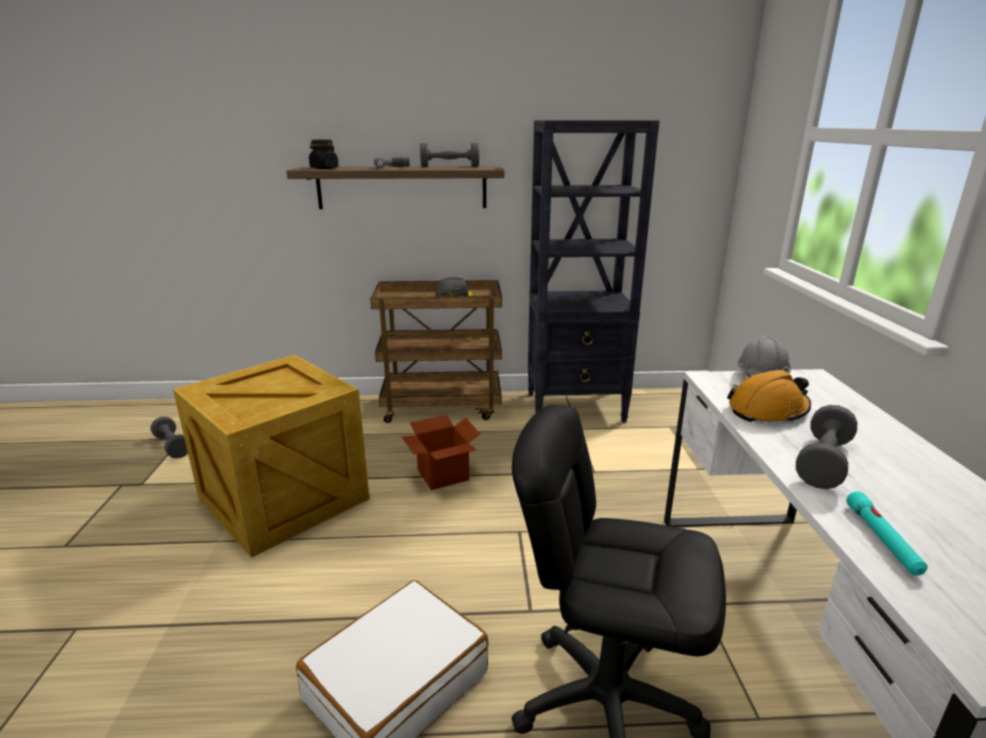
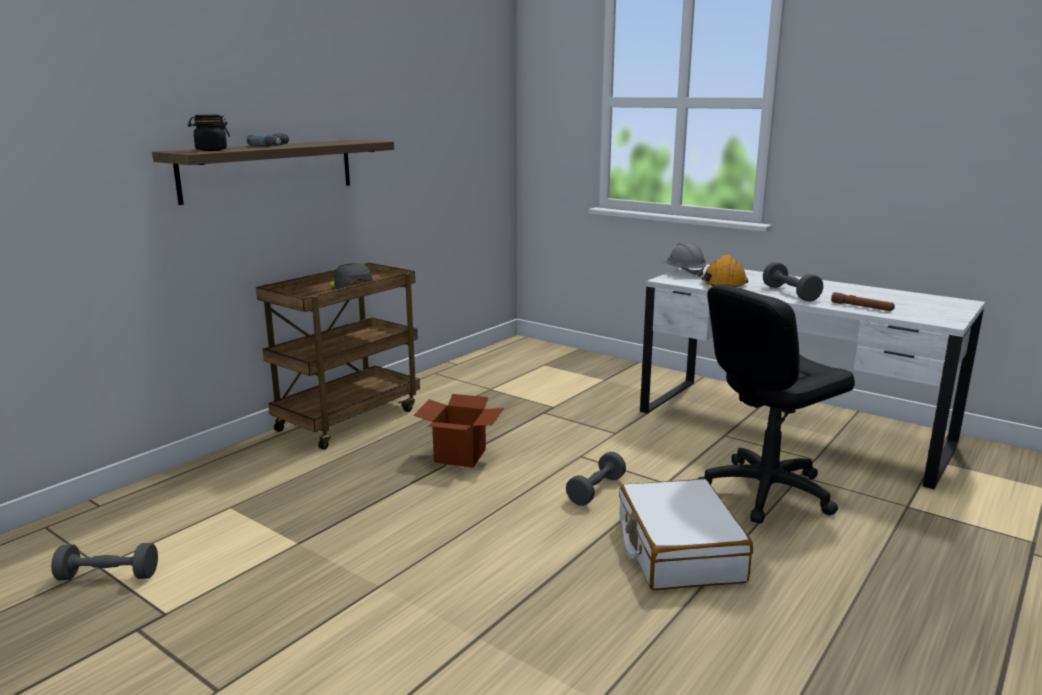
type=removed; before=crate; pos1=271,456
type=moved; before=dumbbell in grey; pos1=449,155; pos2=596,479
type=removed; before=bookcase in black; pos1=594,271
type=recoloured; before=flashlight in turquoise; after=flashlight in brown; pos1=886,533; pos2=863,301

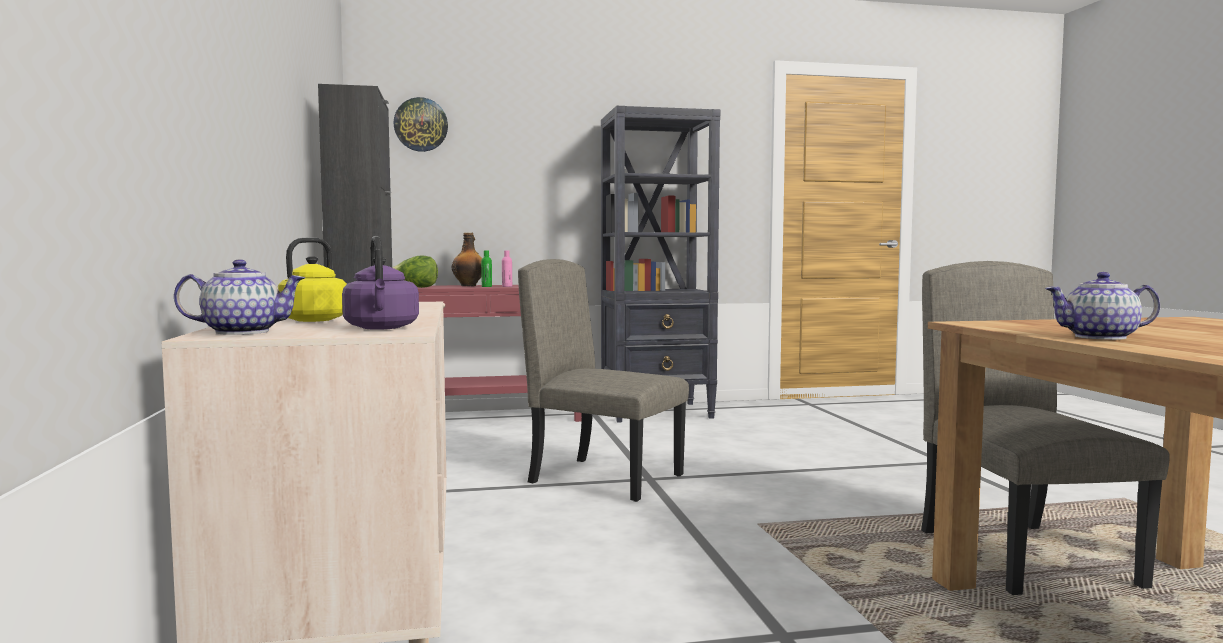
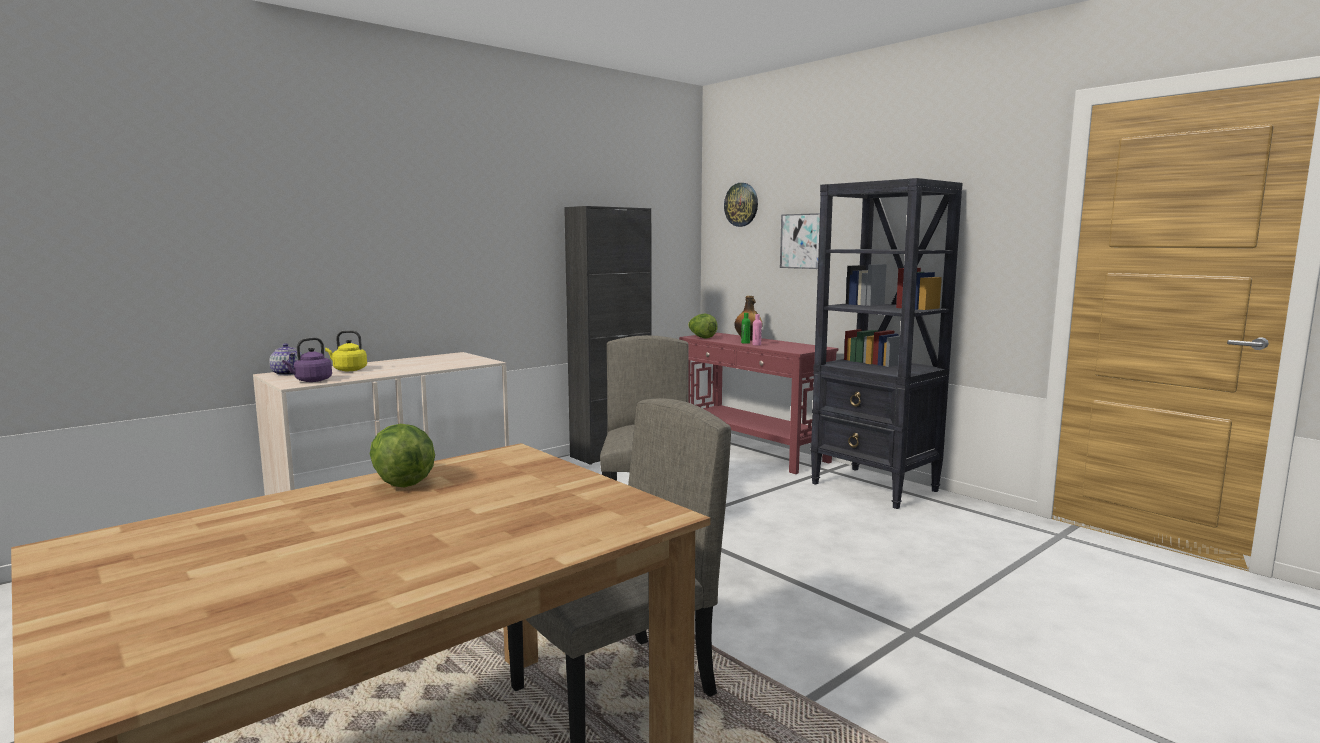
type=replaced; before=teapot; after=lettuce; pos1=1102,306; pos2=402,456
type=added; after=picture; pos2=800,241

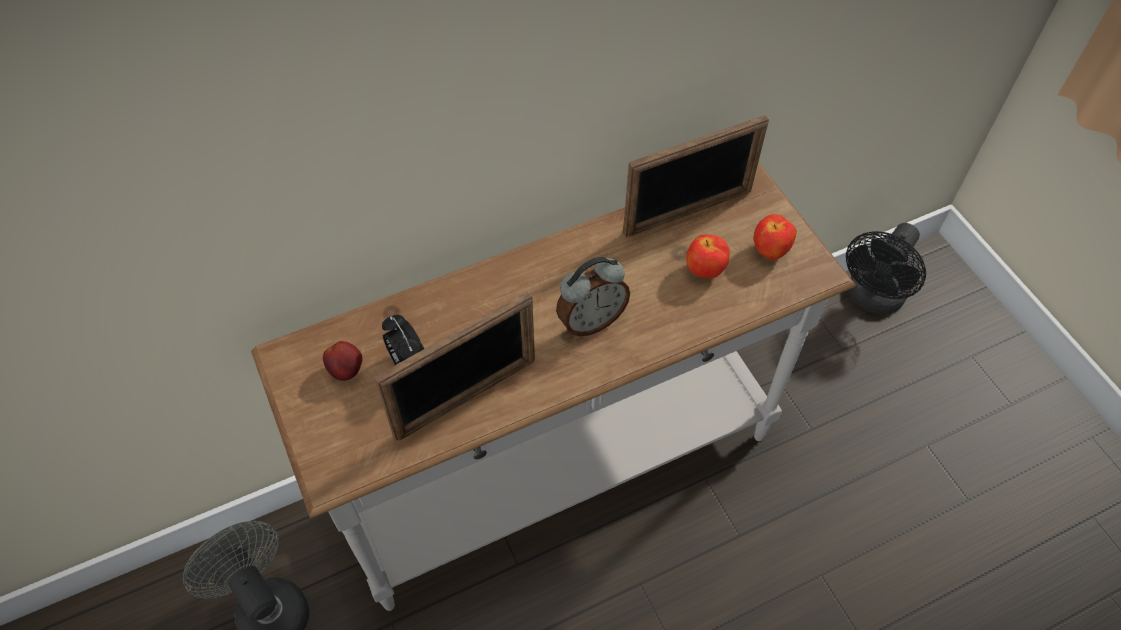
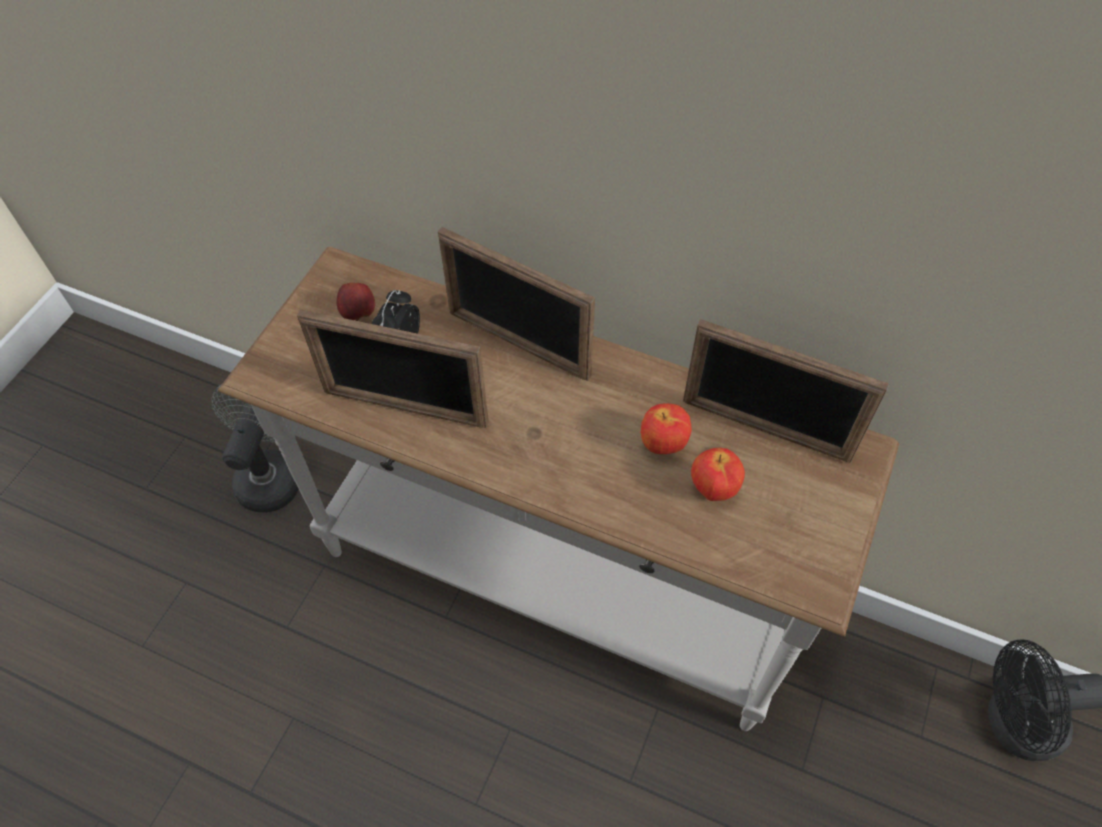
type=removed; before=alarm clock; pos1=593,296
type=moved; before=apple; pos1=775,237; pos2=666,428
type=added; after=picture frame; pos2=516,304

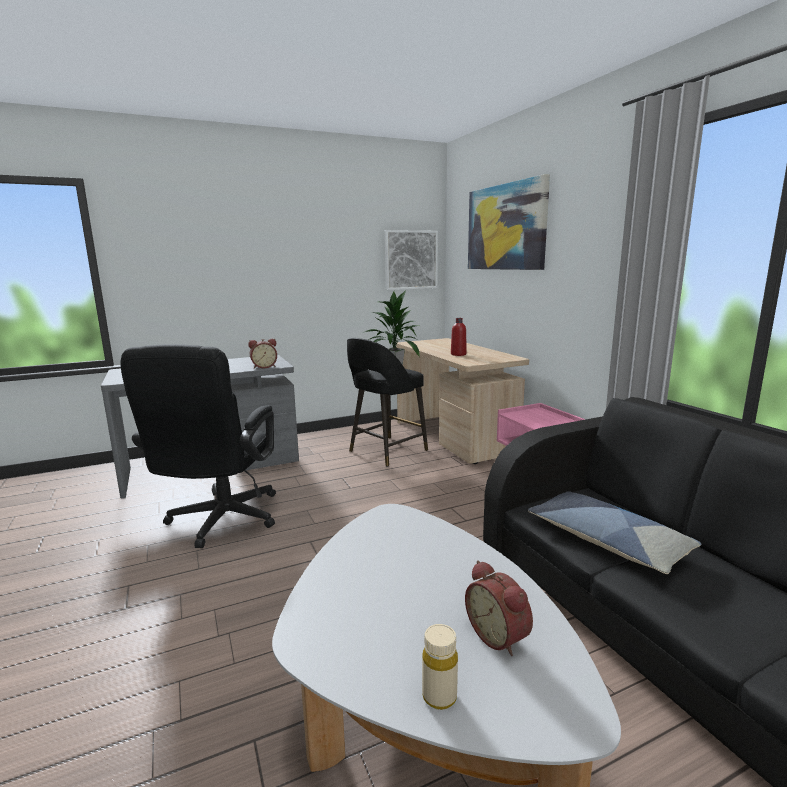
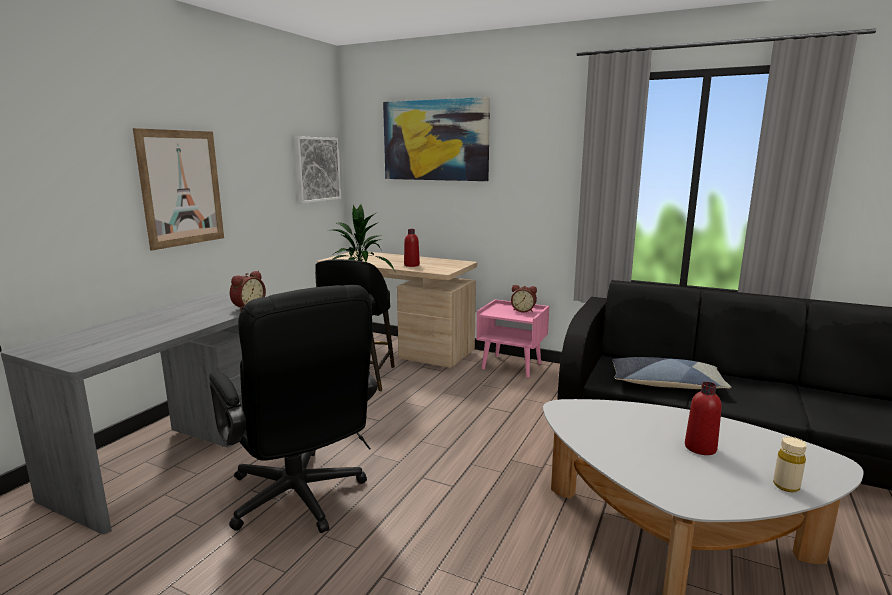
type=moved; before=alarm clock; pos1=499,608; pos2=524,299
type=added; after=picture; pos2=178,189
type=added; after=bottle in red; pos2=703,418

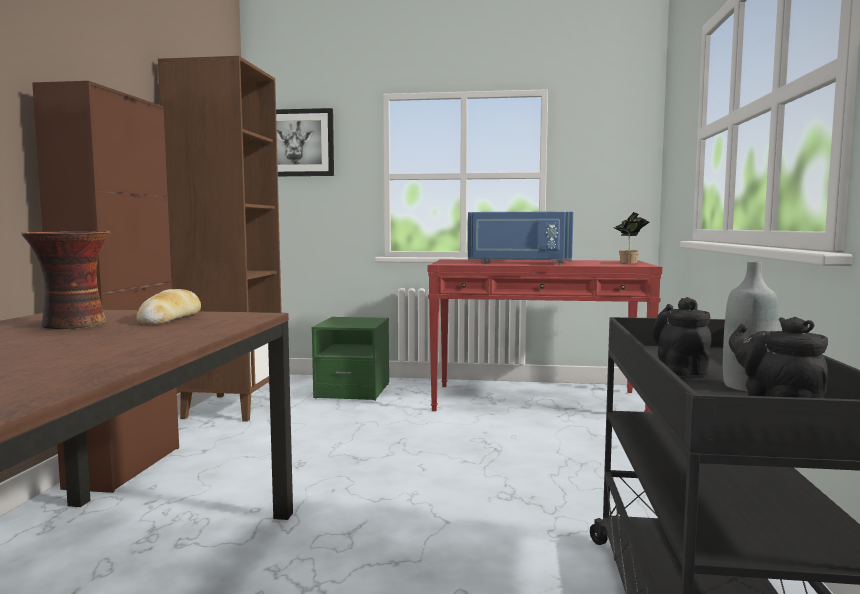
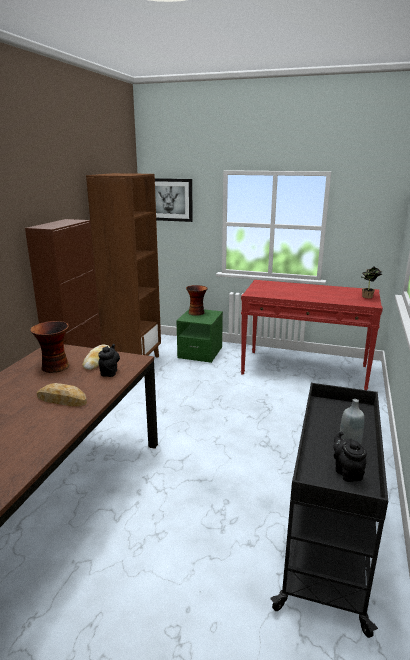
type=removed; before=microwave in blue; pos1=520,238
type=moved; before=teapot in black; pos1=682,336; pos2=109,360
type=added; after=bread; pos2=62,394
type=added; after=vase; pos2=197,300

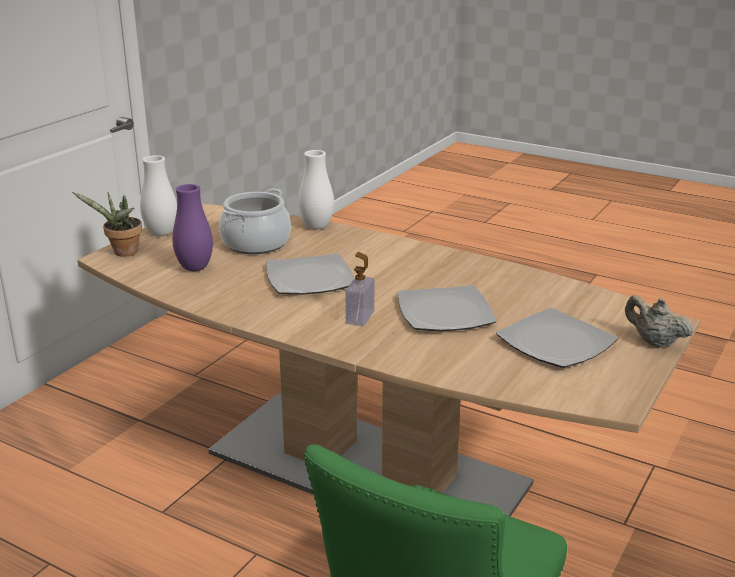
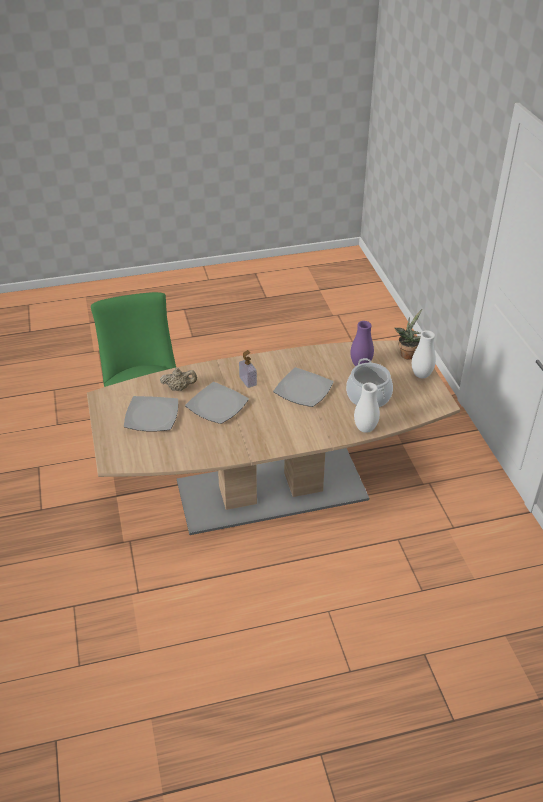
type=moved; before=teapot in beige; pos1=659,321; pos2=178,379

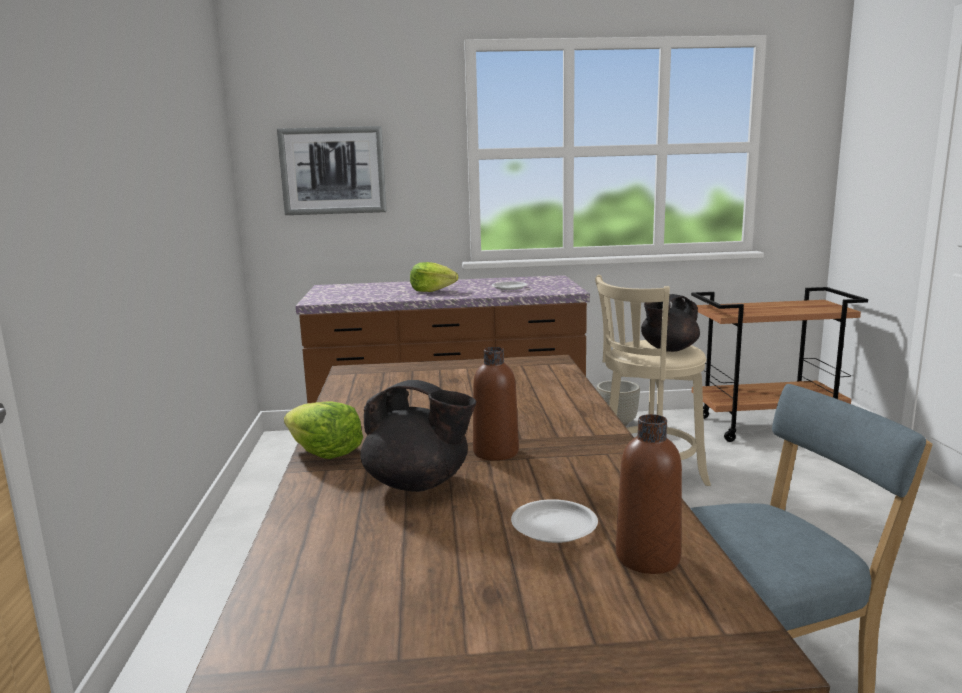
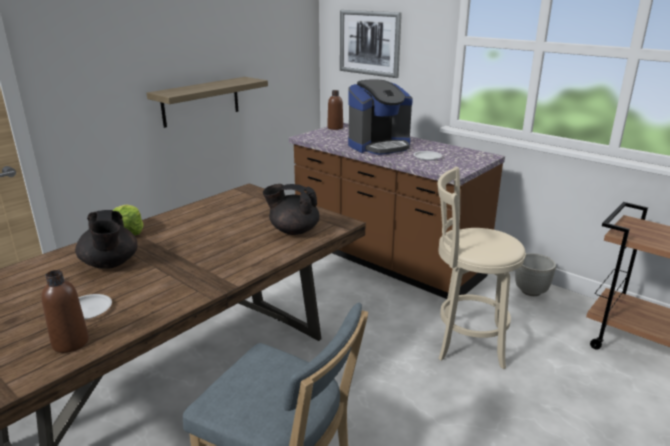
type=replaced; before=lettuce; after=coffee machine; pos1=434,277; pos2=380,117
type=moved; before=bottle in brown; pos1=496,404; pos2=335,110
type=moved; before=teapot in black; pos1=670,323; pos2=291,209
type=added; after=shelf; pos2=207,102

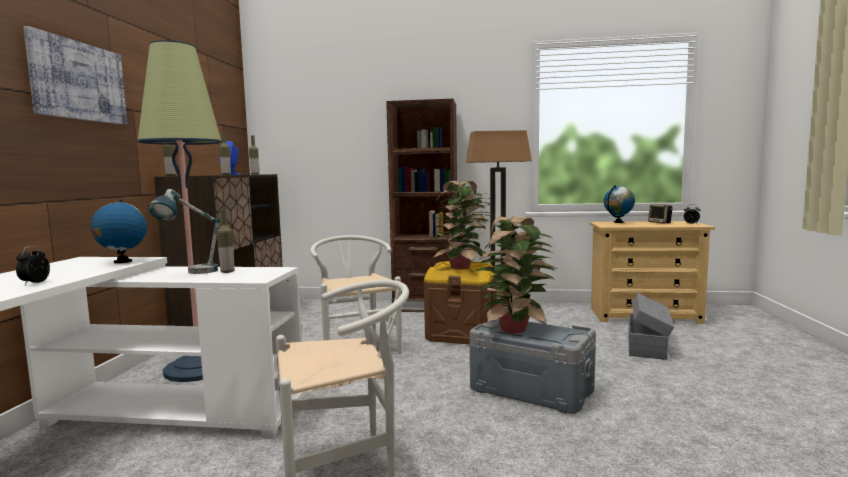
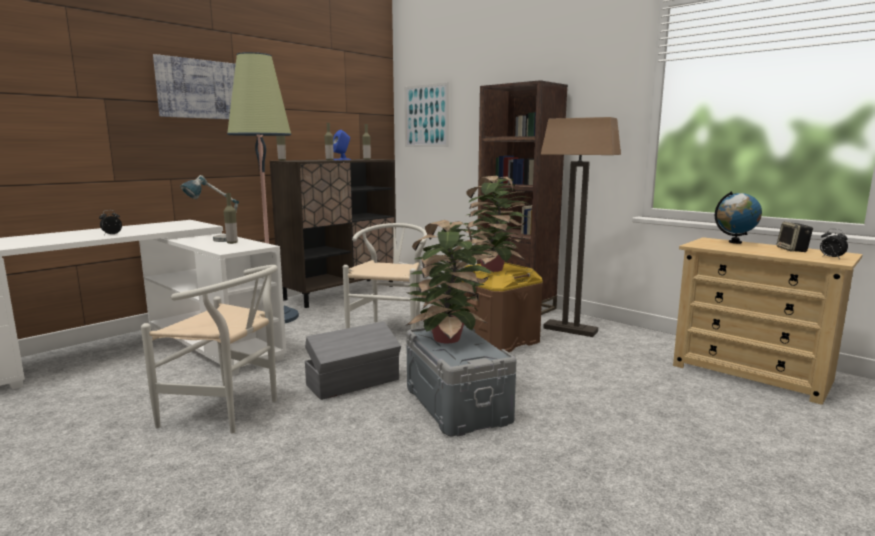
type=removed; before=globe; pos1=119,231
type=moved; before=storage box in grey; pos1=651,326; pos2=353,361
type=added; after=picture; pos2=426,114

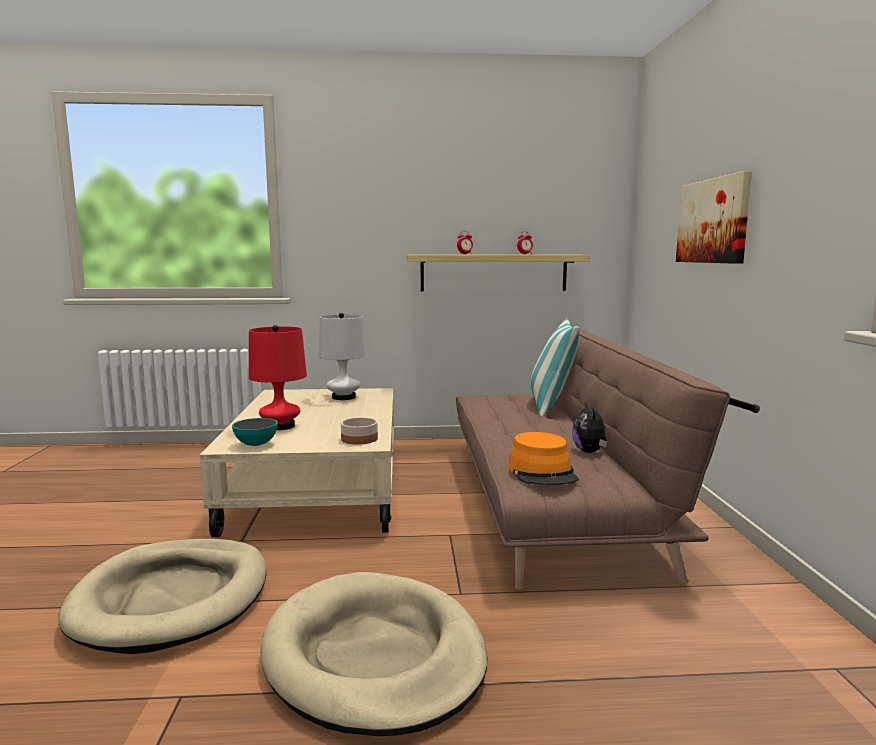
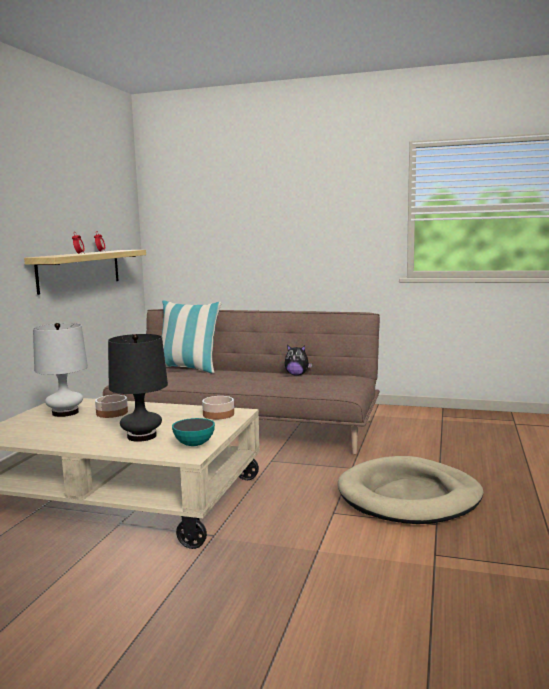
type=removed; before=dog bed in beige; pos1=162,596
type=recoloured; before=table lamp in red; after=table lamp in black; pos1=278,377; pos2=138,388
type=removed; before=hat in orange; pos1=544,458
type=removed; before=picture; pos1=714,217
type=added; after=bowl; pos2=111,406

